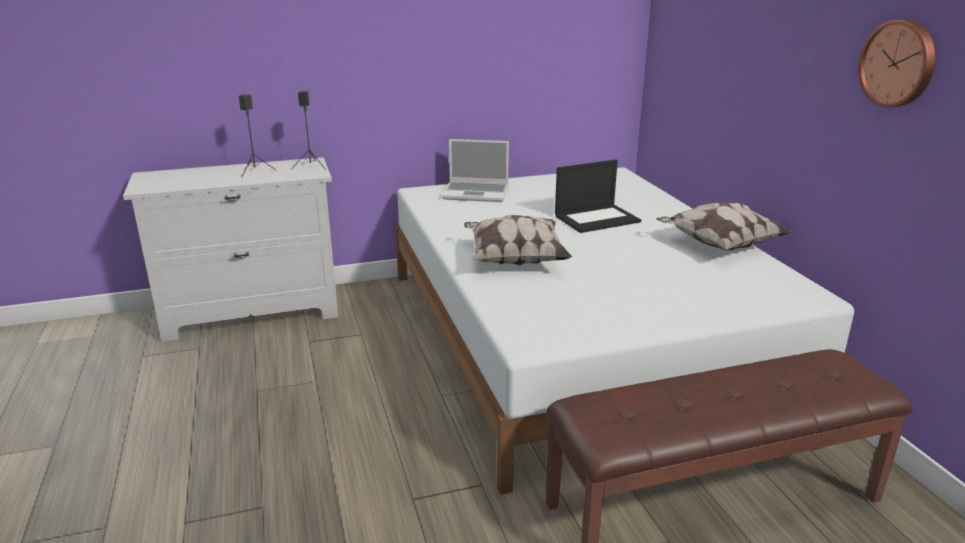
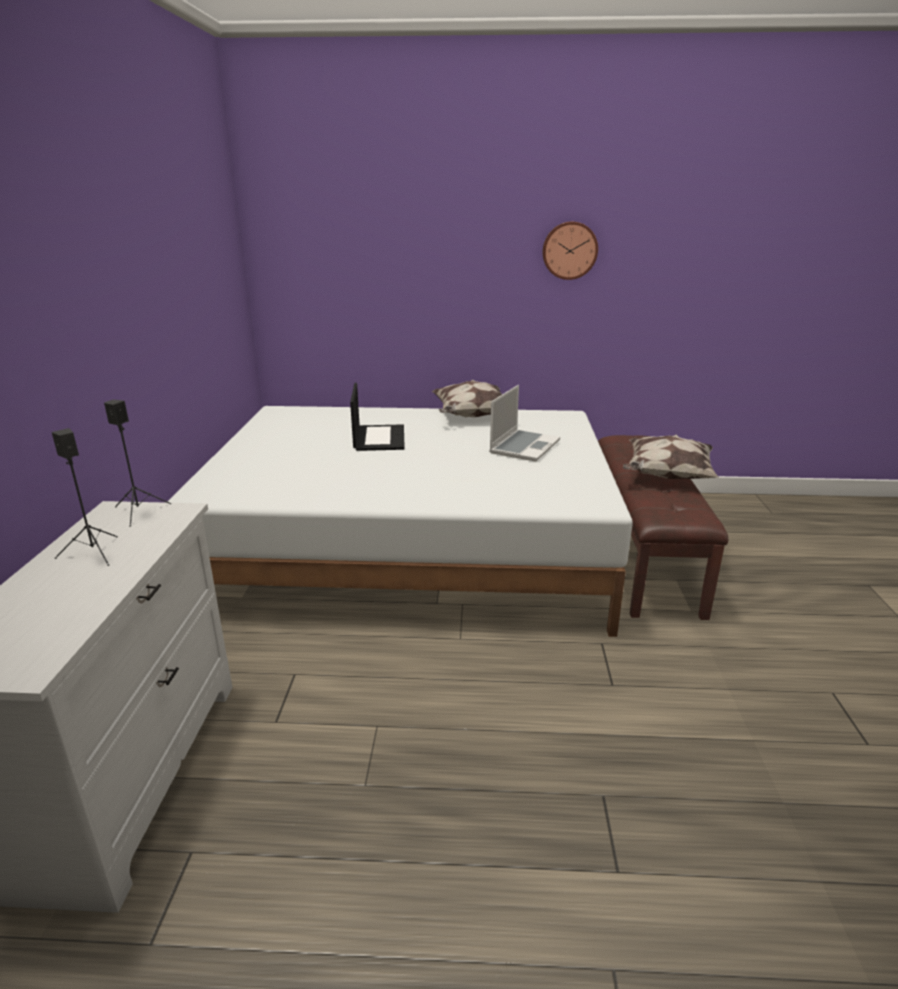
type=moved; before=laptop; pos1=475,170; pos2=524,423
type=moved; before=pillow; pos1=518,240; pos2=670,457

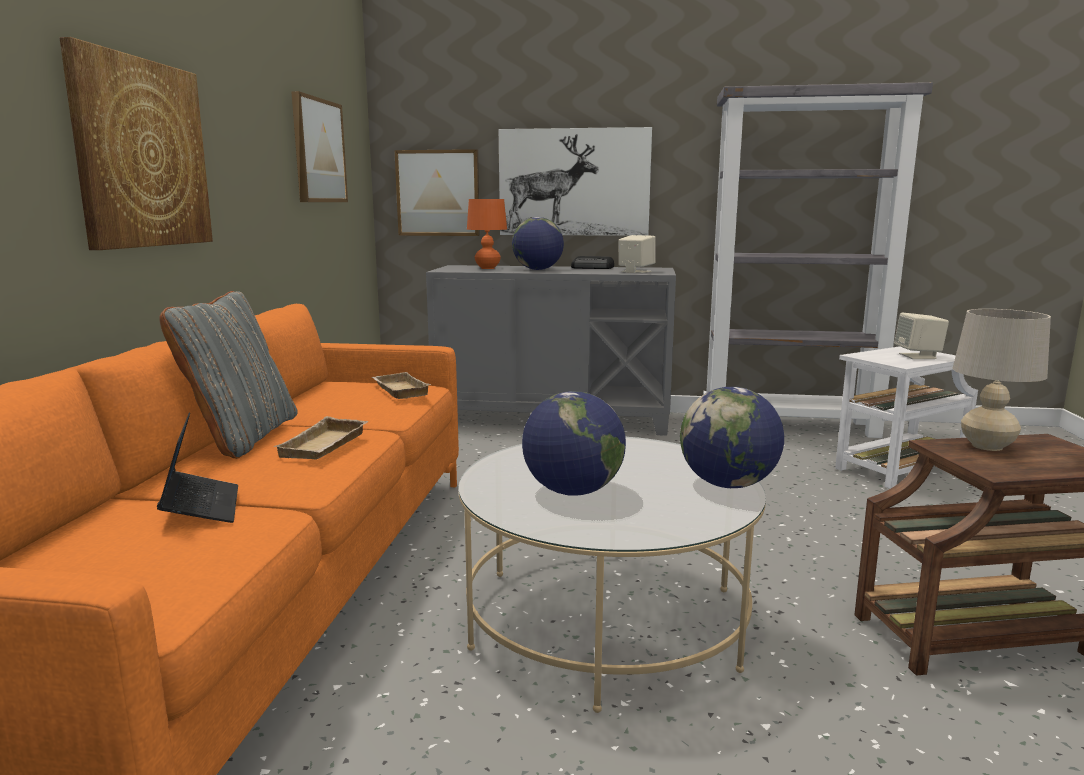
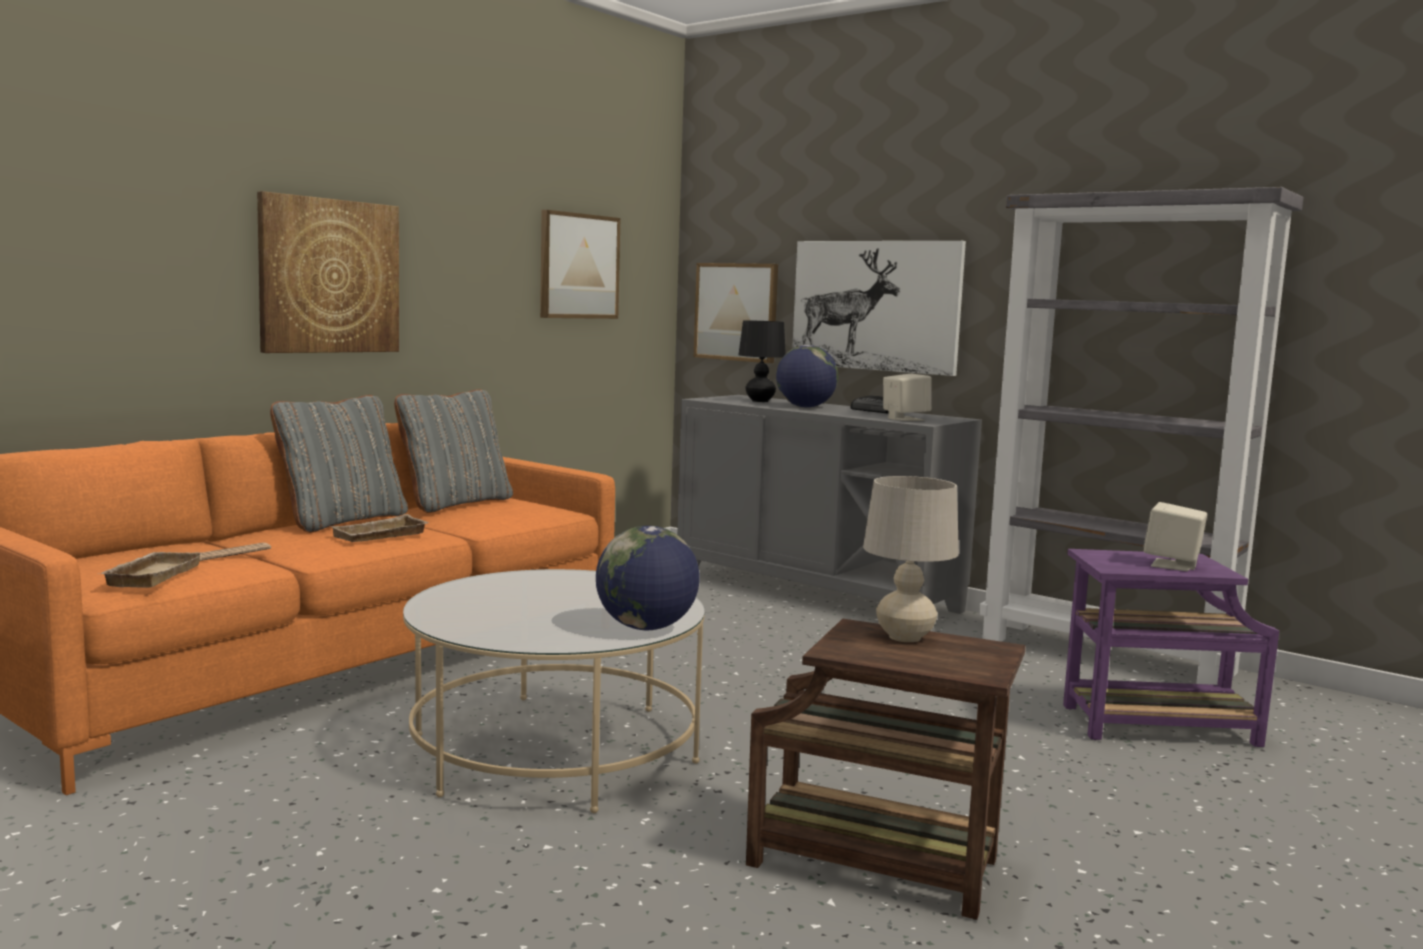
type=replaced; before=laptop; after=newspaper; pos1=197,467; pos2=235,552
type=moved; before=tray in beige; pos1=401,385; pos2=151,570
type=recoloured; before=table lamp in orange; after=table lamp in black; pos1=487,234; pos2=762,361
type=removed; before=globe; pos1=574,443
type=recoloured; before=side table in white; after=side table in purple; pos1=906,417; pos2=1171,648
type=added; after=pillow in grey; pos2=453,451

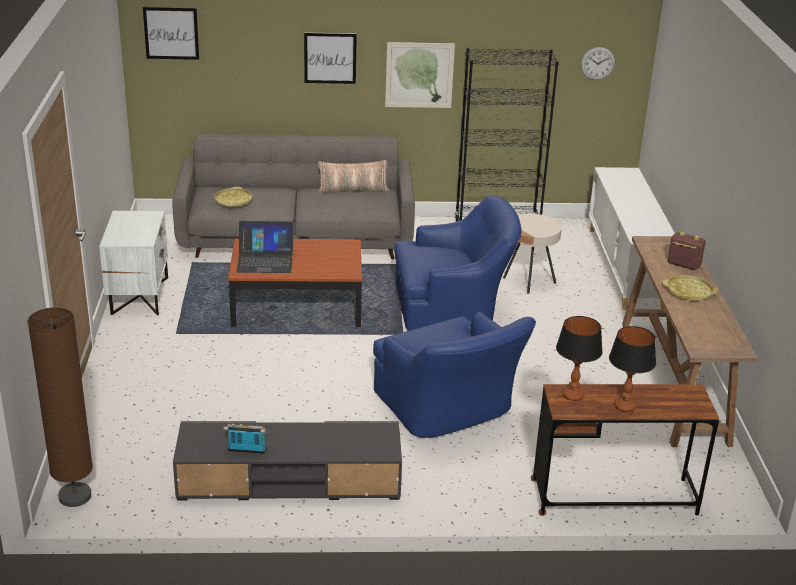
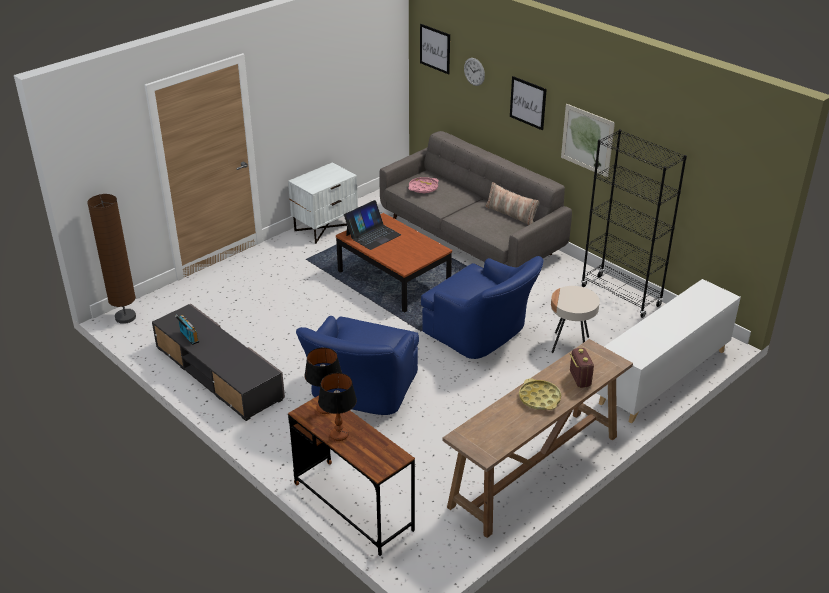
type=recoloured; before=tray in yellow; after=tray in pink; pos1=233,197; pos2=423,185
type=turned; before=laptop; pos1=264,247; pos2=372,225; turn=-90
type=moved; before=wall clock; pos1=598,63; pos2=474,72

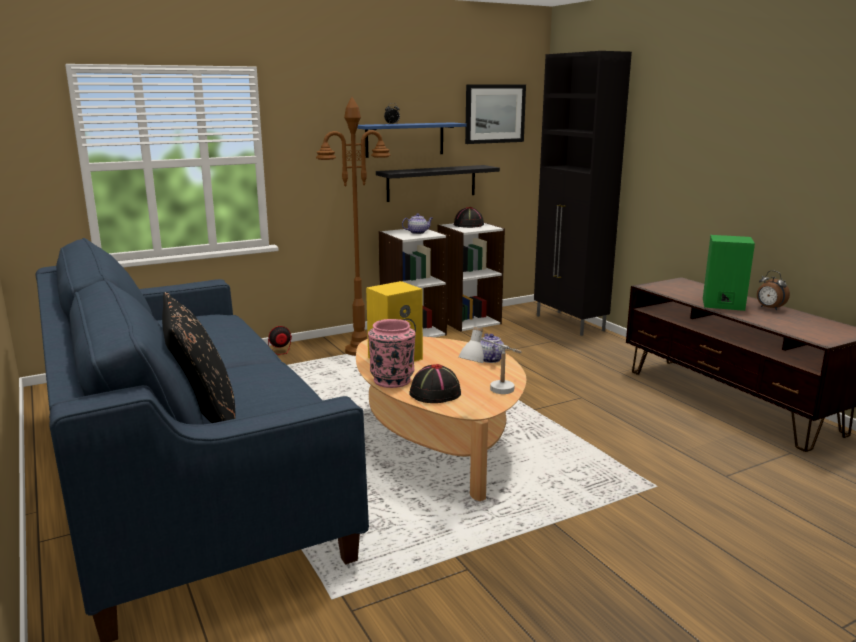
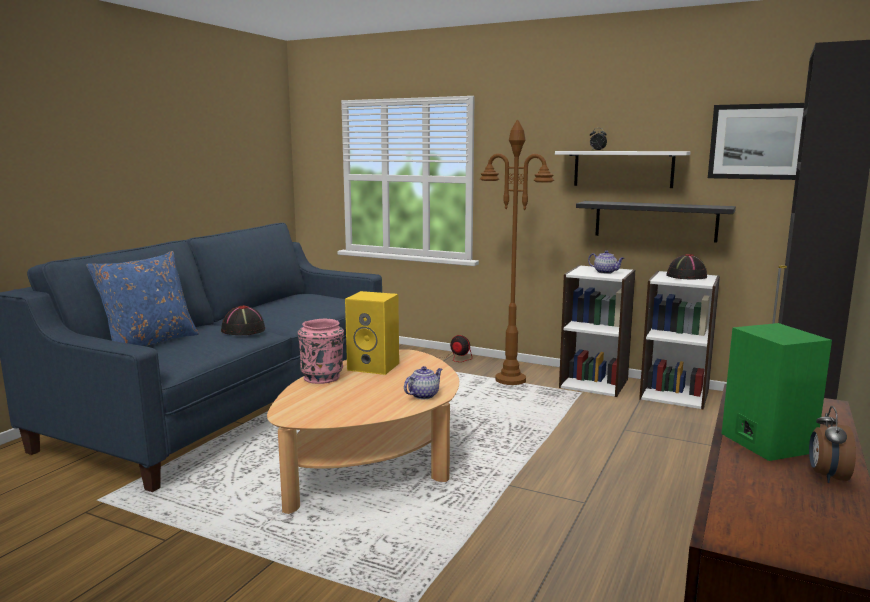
type=recoloured; before=pillow in black; after=pillow in blue; pos1=198,357; pos2=142,298
type=recoloured; before=shelf in blue; after=shelf in white; pos1=411,140; pos2=622,169
type=moved; before=hat in black; pos1=435,383; pos2=243,320
type=removed; before=table lamp in white; pos1=490,360

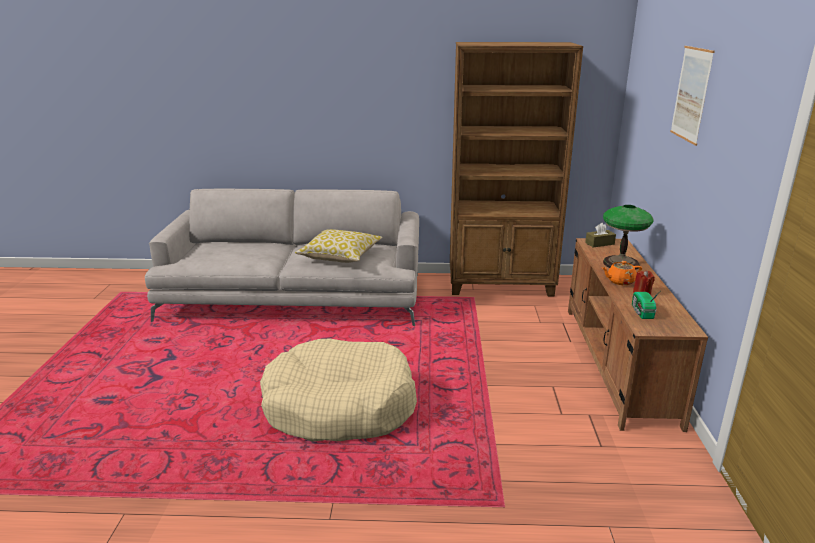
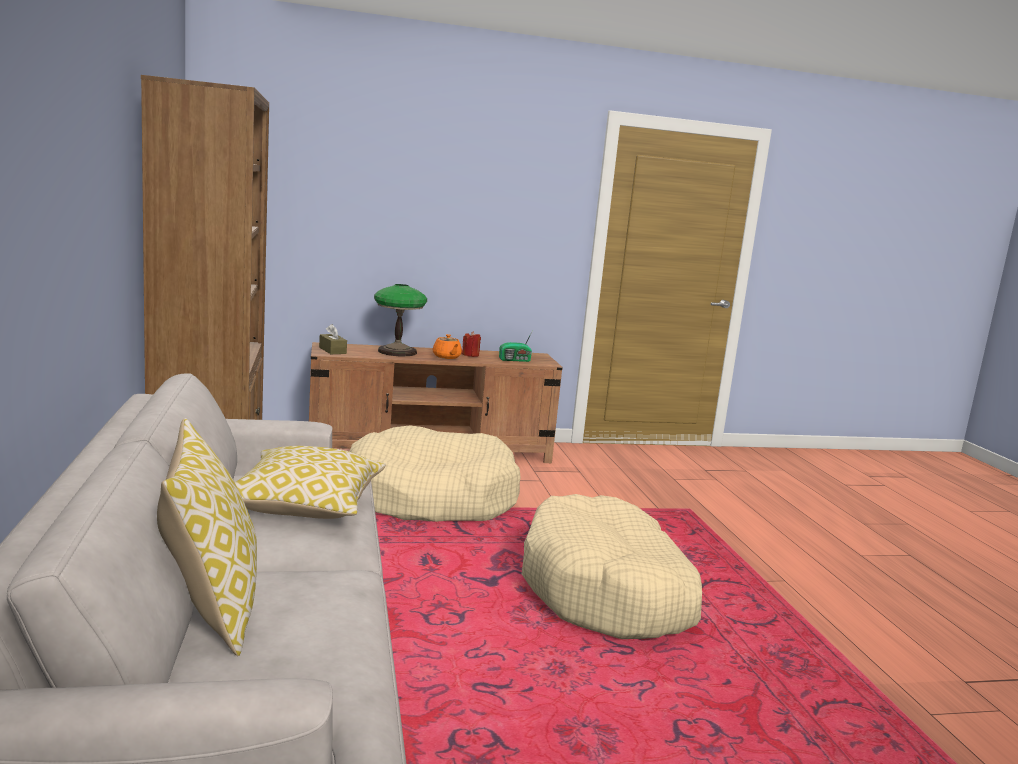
type=removed; before=picture; pos1=692,96
type=added; after=pillow; pos2=207,537
type=added; after=dog bed in beige; pos2=435,473

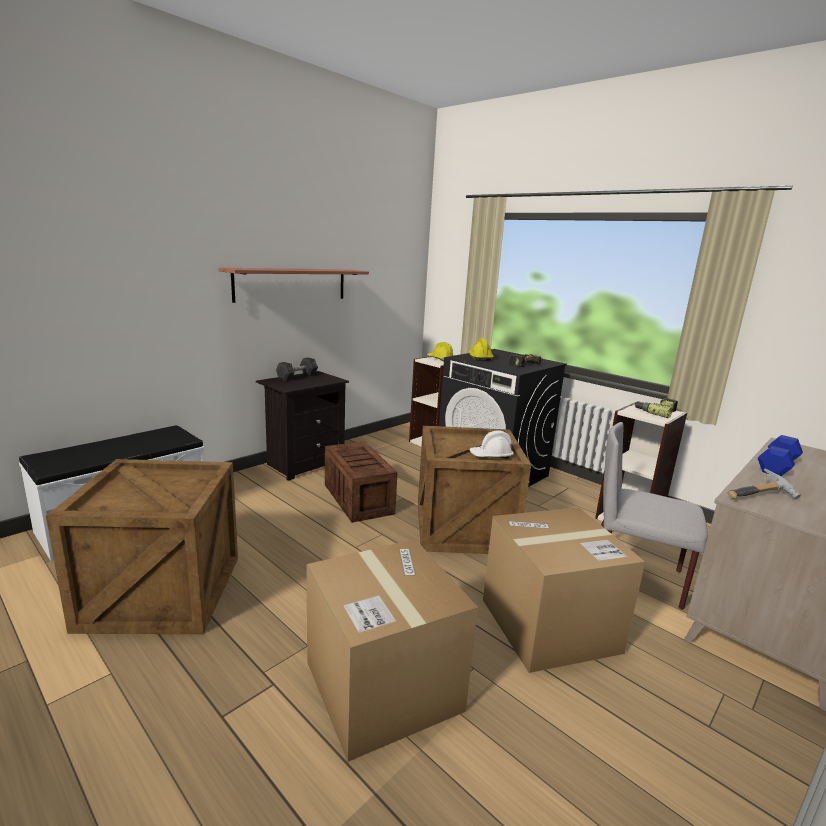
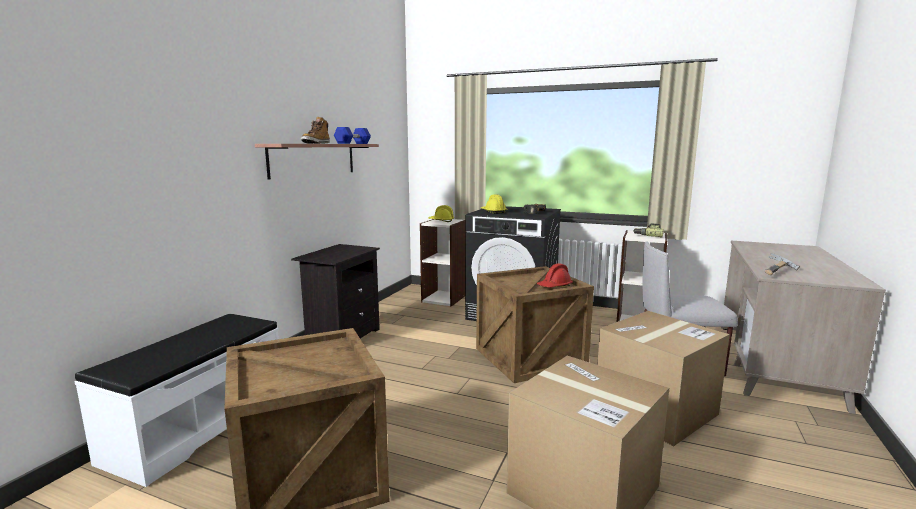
type=removed; before=dumbbell in grey; pos1=297,369
type=removed; before=crate; pos1=361,482
type=recoloured; before=hard hat in white; after=hard hat in red; pos1=491,444; pos2=555,275
type=moved; before=dumbbell in blue; pos1=780,455; pos2=352,135
type=added; after=boot; pos2=315,130

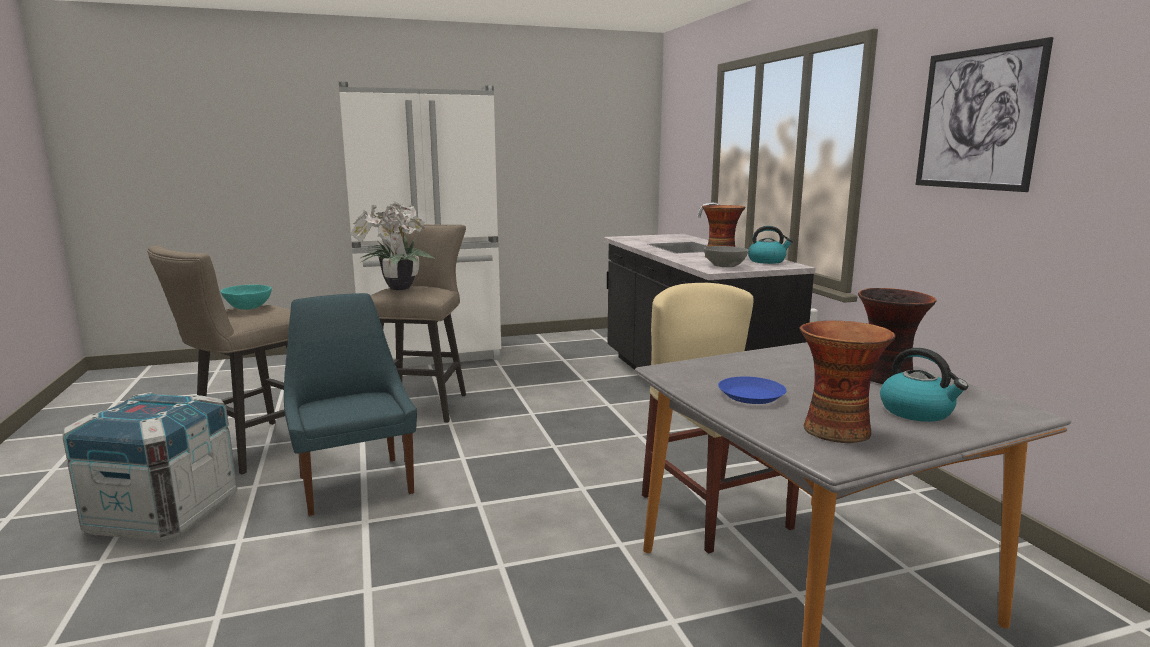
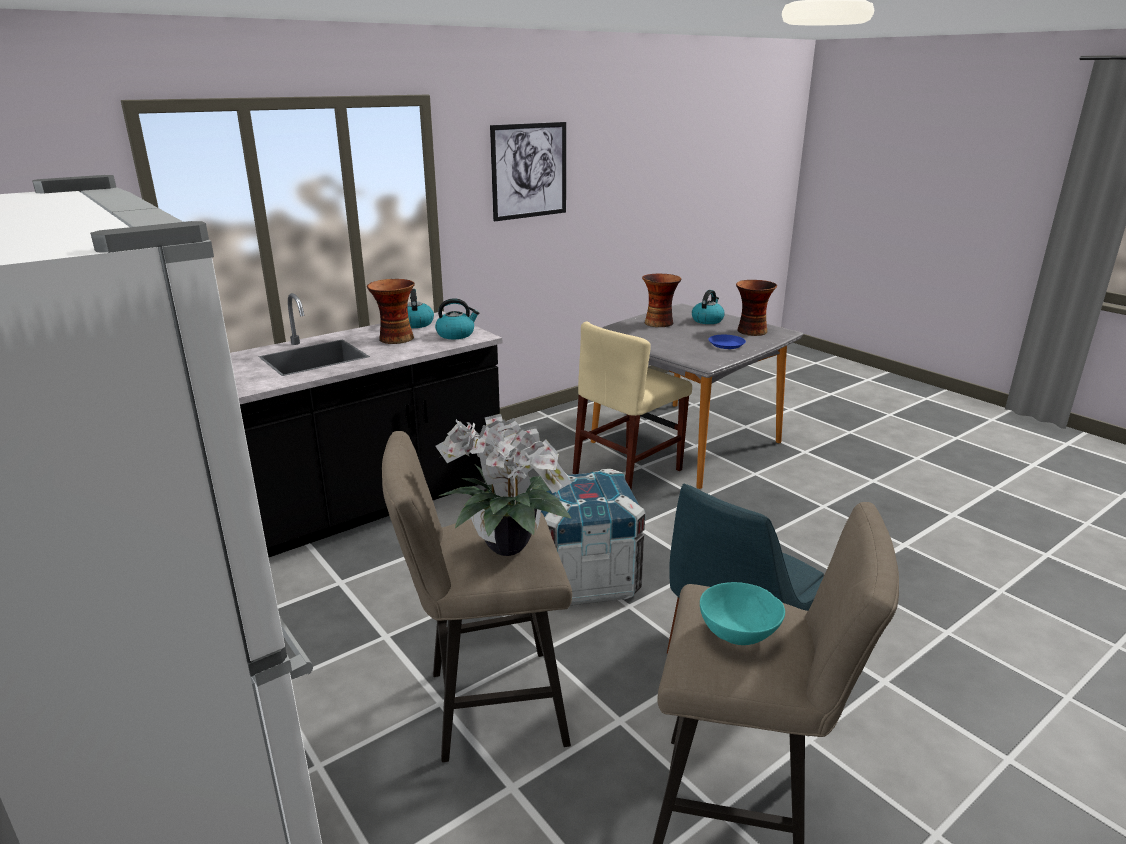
type=moved; before=crate; pos1=150,467; pos2=593,537
type=replaced; before=bowl in grey; after=kettle; pos1=726,256; pos2=457,318

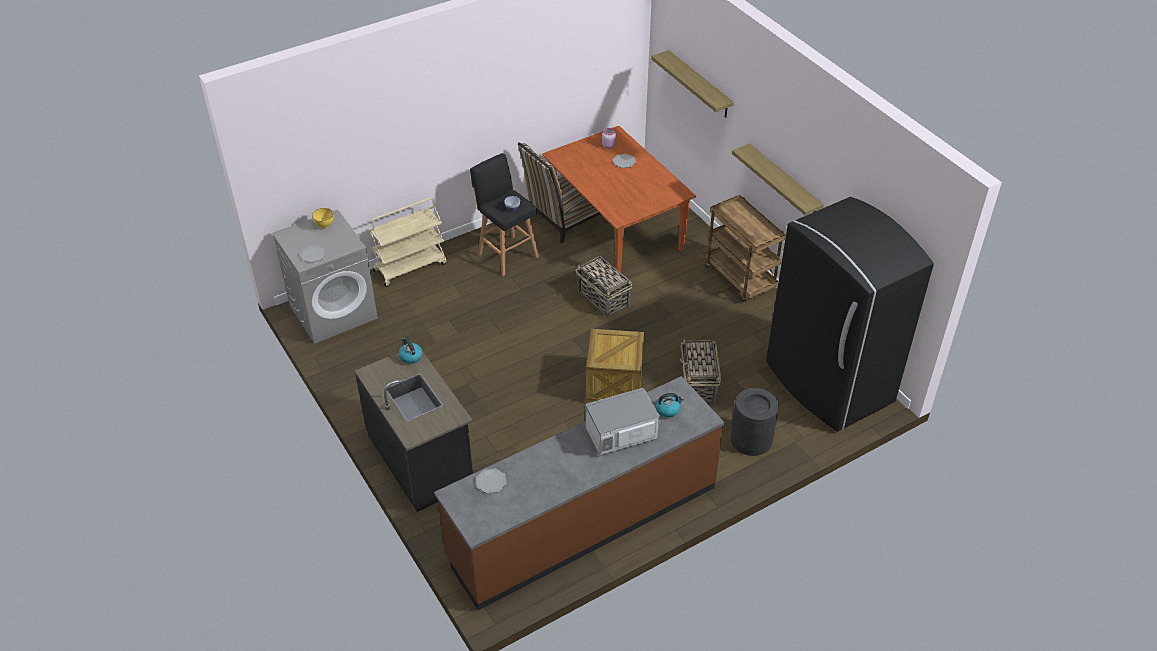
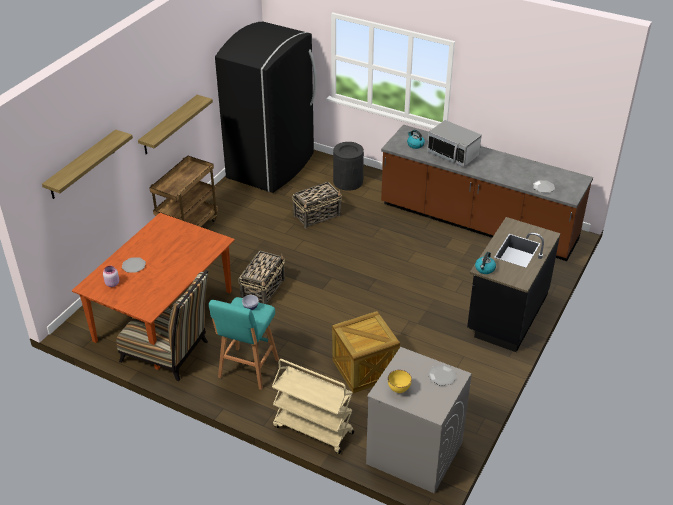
type=recoloured; before=stool in black; after=stool in turquoise; pos1=504,214; pos2=244,343
type=moved; before=crate; pos1=615,366; pos2=366,352

